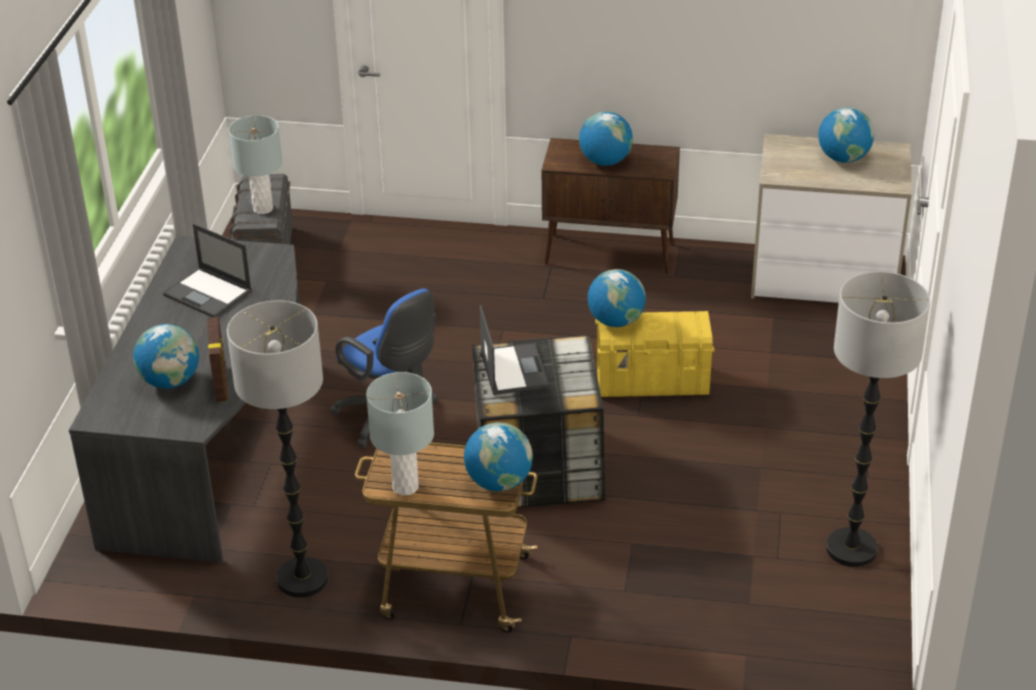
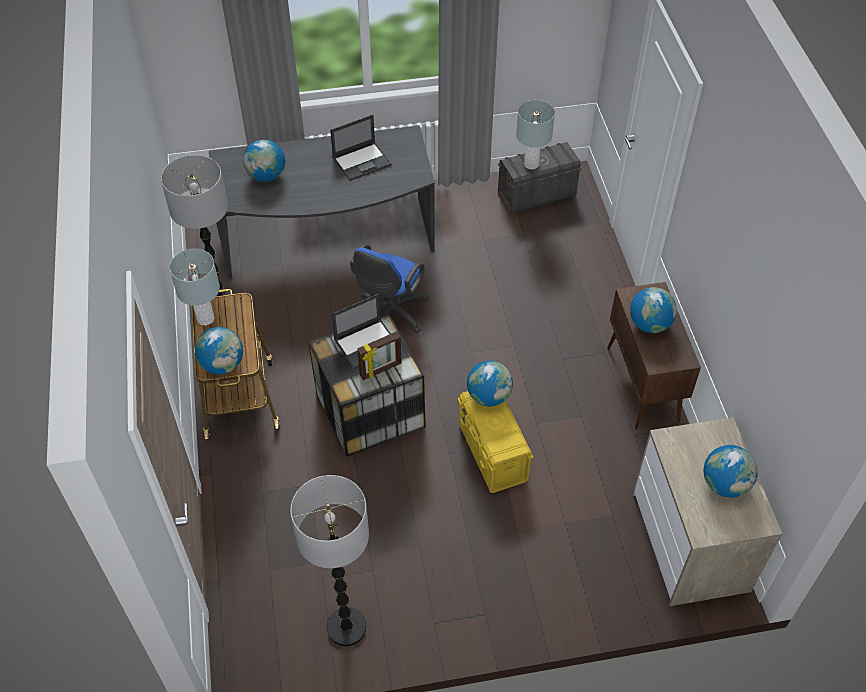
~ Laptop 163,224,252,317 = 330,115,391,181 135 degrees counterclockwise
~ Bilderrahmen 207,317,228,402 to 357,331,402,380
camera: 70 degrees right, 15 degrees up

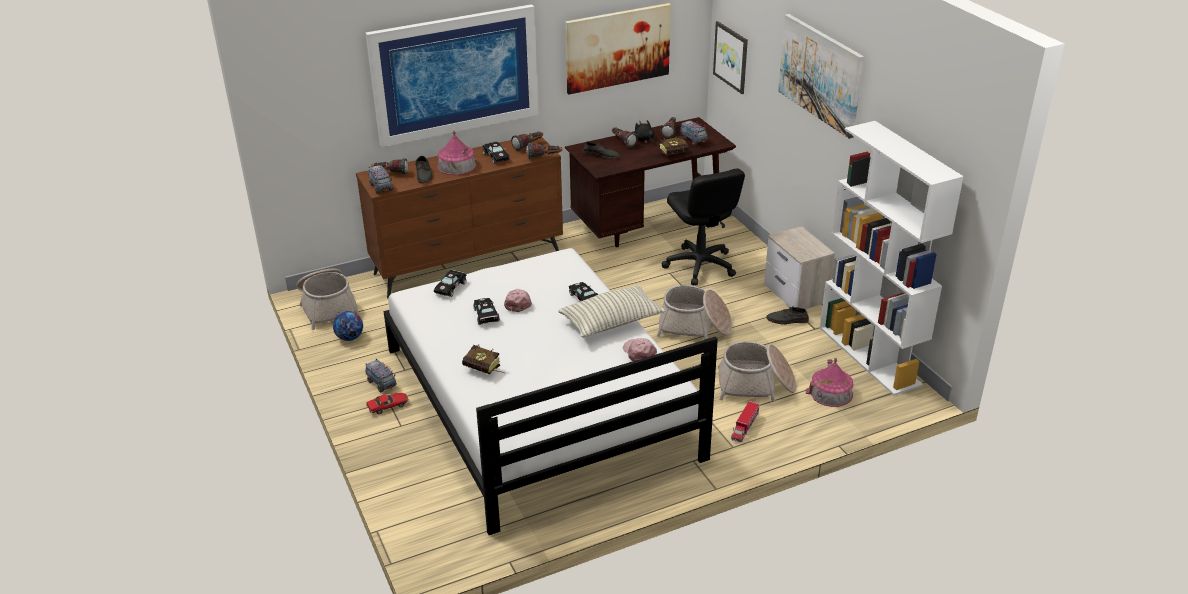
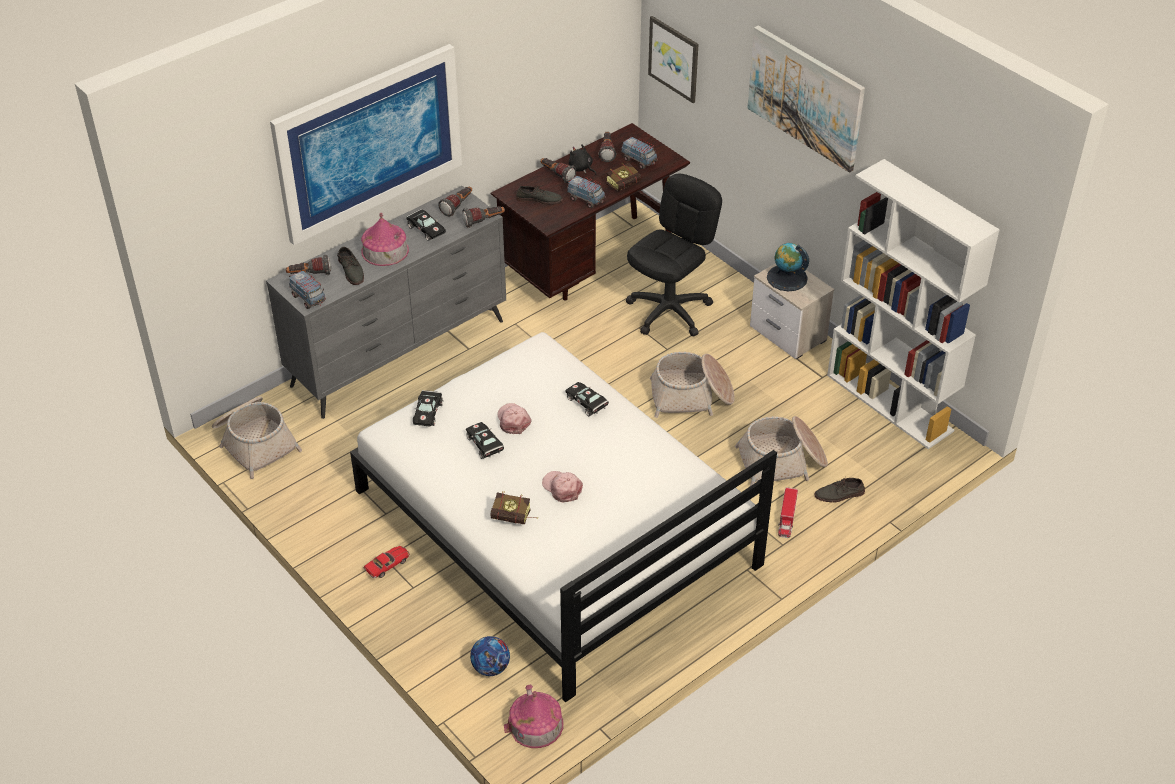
- Bild 565,3,671,94
~ Kommode [braun] 356,137,563,298 to Kommode [grau] 266,186,506,419
~ Bürostuhl [schwarz] 662,169,745,285 = 626,174,722,337 105 degrees counterclockwise
- Kissen 558,285,665,338
~ Schuh [grau] 766,307,809,325 to 814,478,865,503
~ Fußball 333,311,363,341 to 470,636,510,676
~ Kappe [rosa] 623,338,657,361 to 542,471,583,502
~ Spielzeughaus 806,358,853,407 to 504,684,563,748
~ Spielzeuglaster 365,359,397,392 to 567,175,606,208
+ Globus 767,243,809,291
camera: 15 degrees left, 10 degrees up

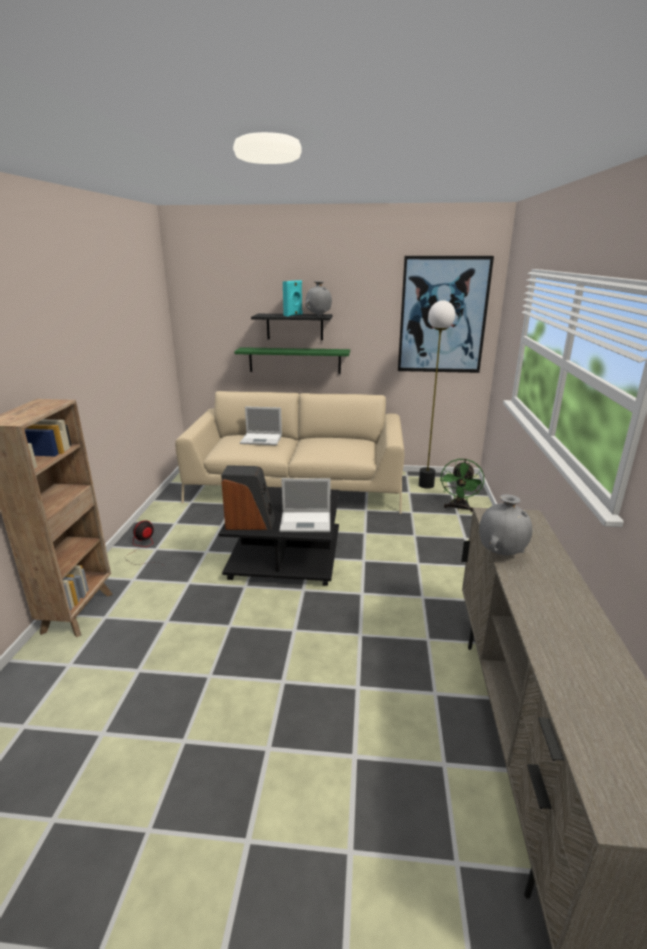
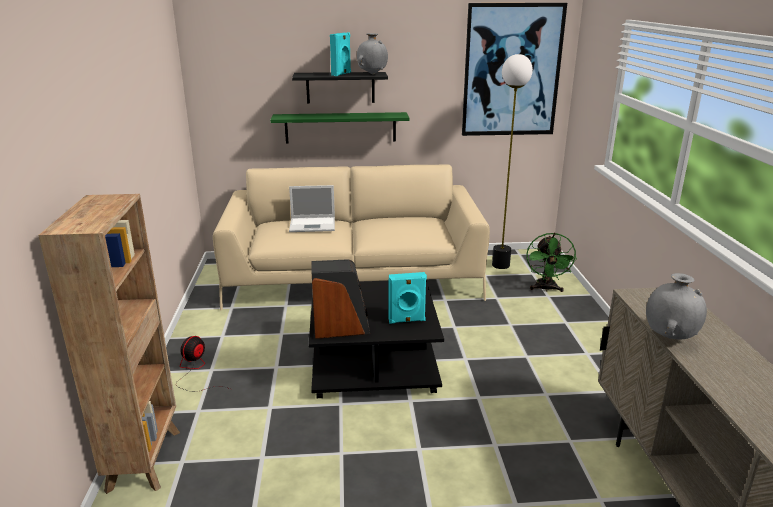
~ Laptop 279,478,330,532 to Lautsprecher [türkis] 389,272,427,324
camera: 10 degrees left, 0 degrees up

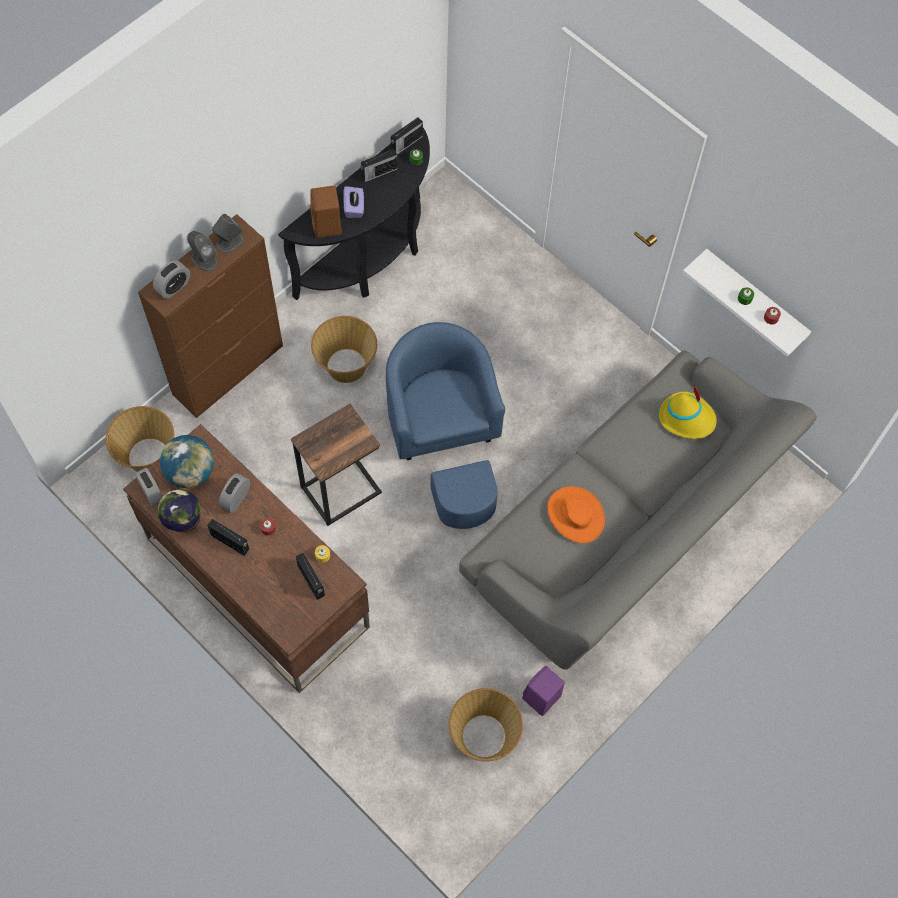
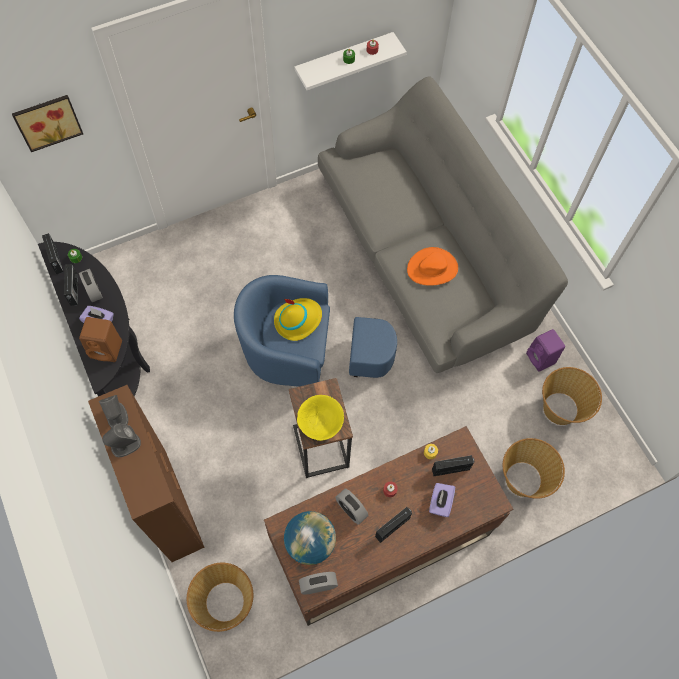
~ Wecker 153,260,190,298 to 79,269,103,302
~ Korb 311,316,377,383 to 503,438,565,499
~ Hut [gelb] 659,384,717,439 to 274,298,322,341
- Globus 157,489,201,532
+ Bild 12,95,83,152
+ Schüssel [gelb] 297,395,344,441
+ Taschentuchbox [lila] 429,483,455,517
camera: 70 degrees left, 0 degrees up

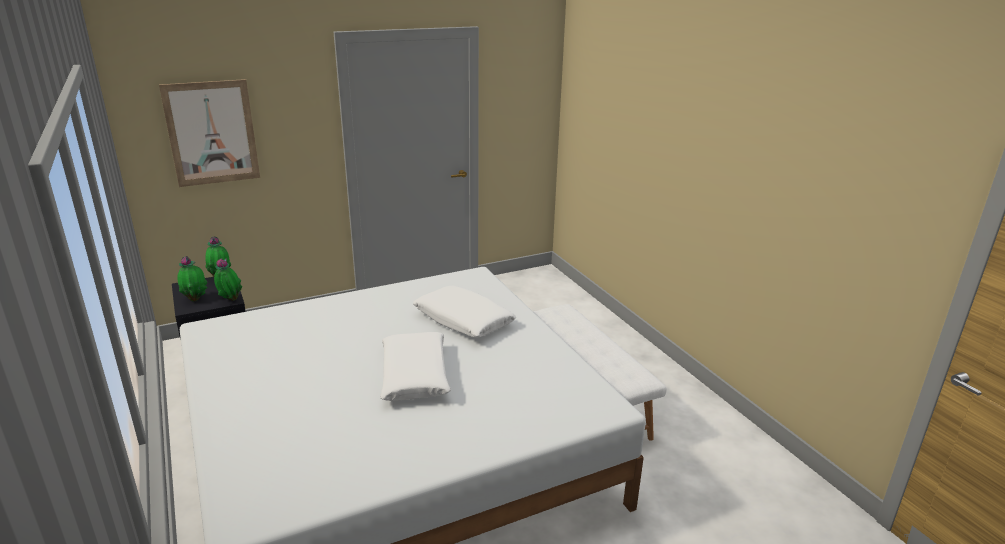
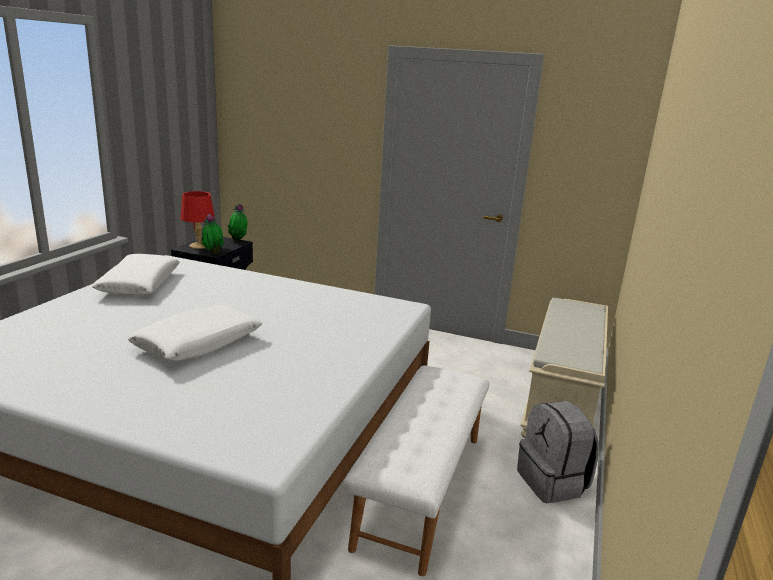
- Bild 159,79,260,187
~ Topfpflanze 178,256,207,301 to Tischlampe [rot] 181,191,215,249
~ Kissen [weiß] 413,286,516,338 to 91,254,180,295
+ Bank [beige] 520,298,608,439
+ Rucksack [grau] 517,401,599,503
camera: 45 degrees right, 5 degrees down

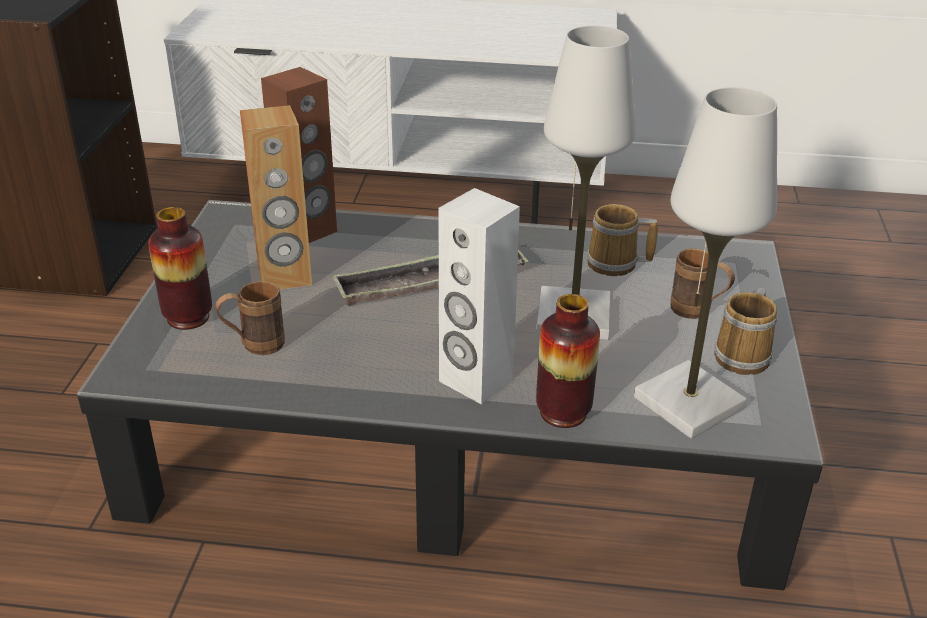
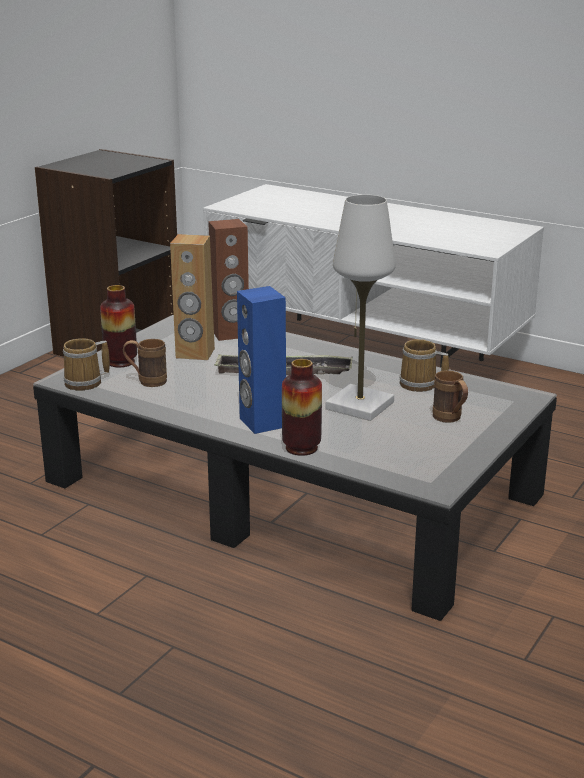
- Tischlampe [weiß] 634,87,777,439
~ Lautsprecher [weiß] 439,188,520,404 to Lautsprecher [blau] 237,286,286,434
~ Henkelbecher 714,288,778,375 to 63,338,110,391
camera: 25 degrees right, 10 degrees down

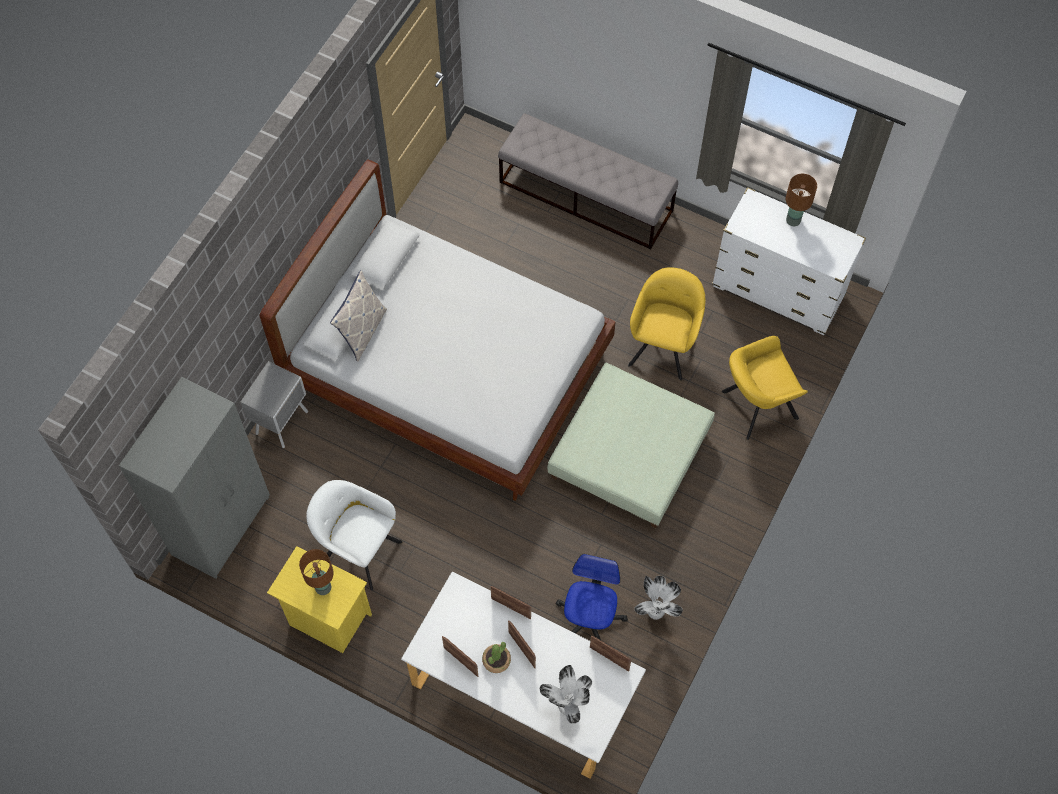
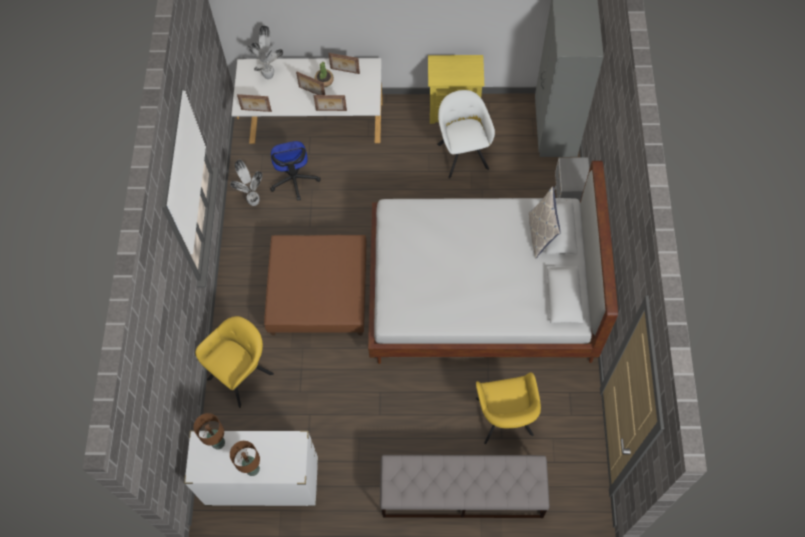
~ Sessel [gelb] 628,267,706,381 to 476,372,541,444
~ Polsterhocker [grün] 547,363,715,528 to Polsterhocker [braun] 264,235,366,336
~ Sessel [weiß] 306,480,403,591 = 437,90,495,179 105 degrees counterclockwise
~ Tischlampe [braun] 299,549,334,595 to 194,413,225,449
camera: 155 degrees right, 0 degrees up

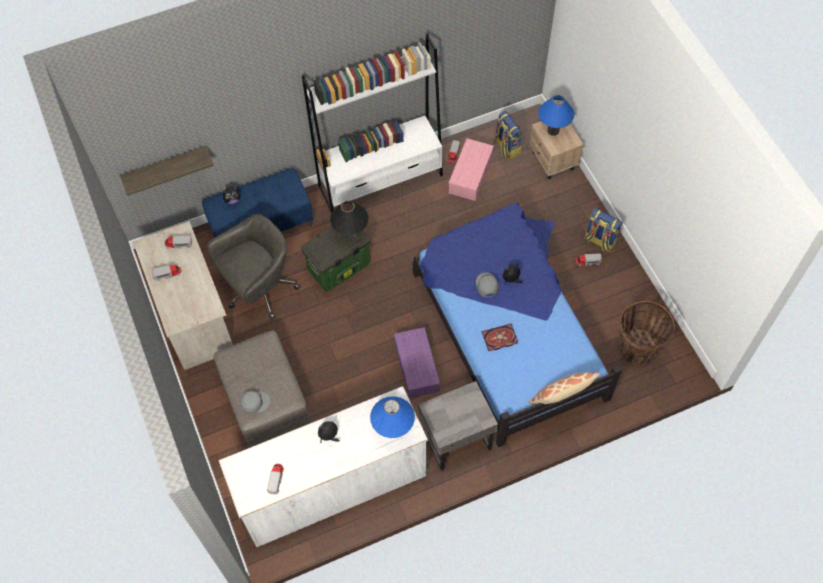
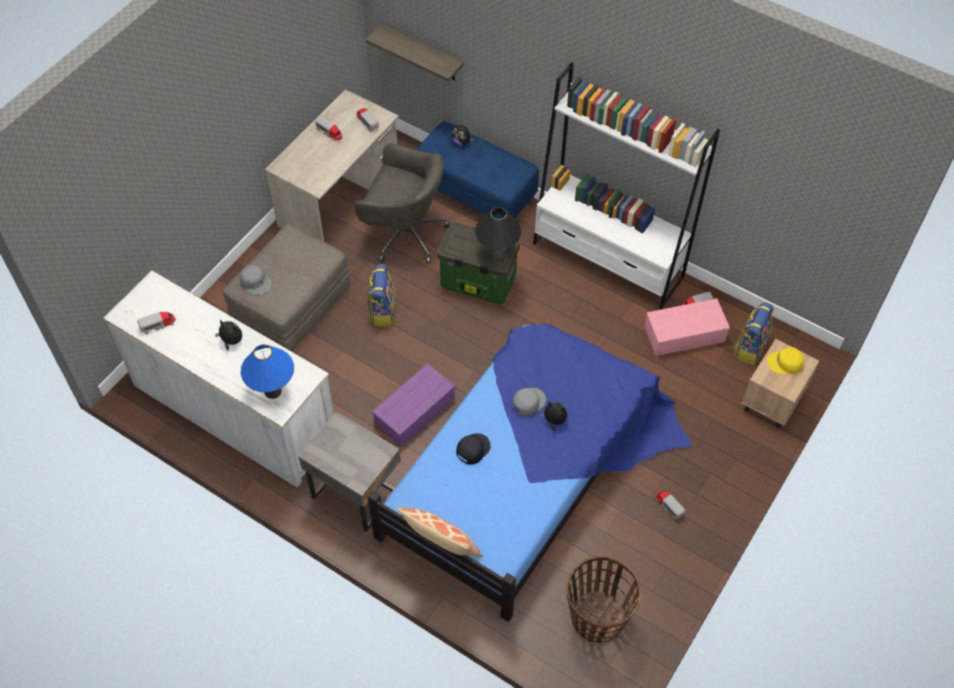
~ Tischlampe [blau] 538,95,574,136 to Kappe [gelb] 767,347,804,374
~ Rucksack 584,208,623,252 to 367,264,396,327
~ Buch 482,324,518,351 to Kappe [schwarz] 456,433,491,465
camera: 55 degrees right, 5 degrees down

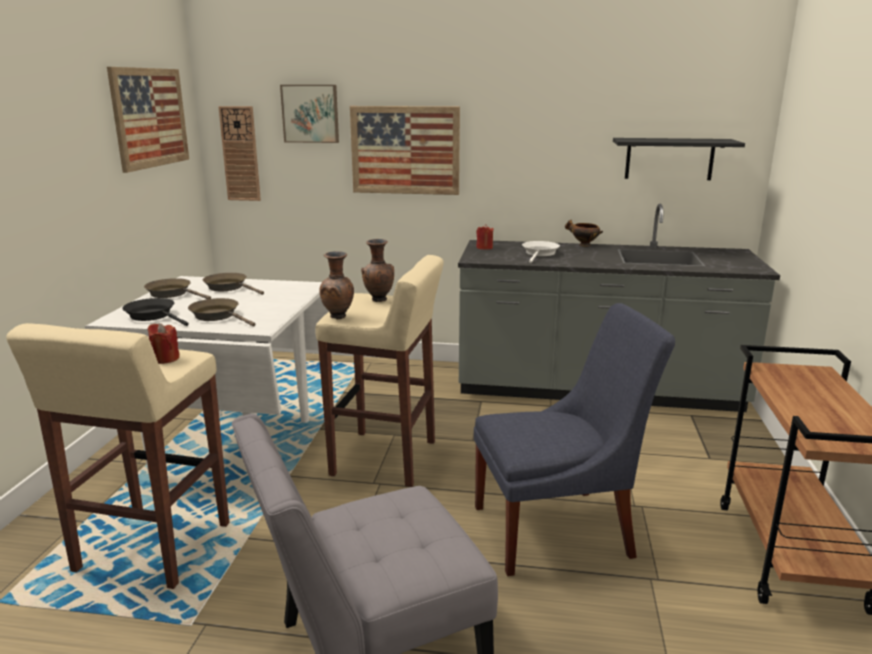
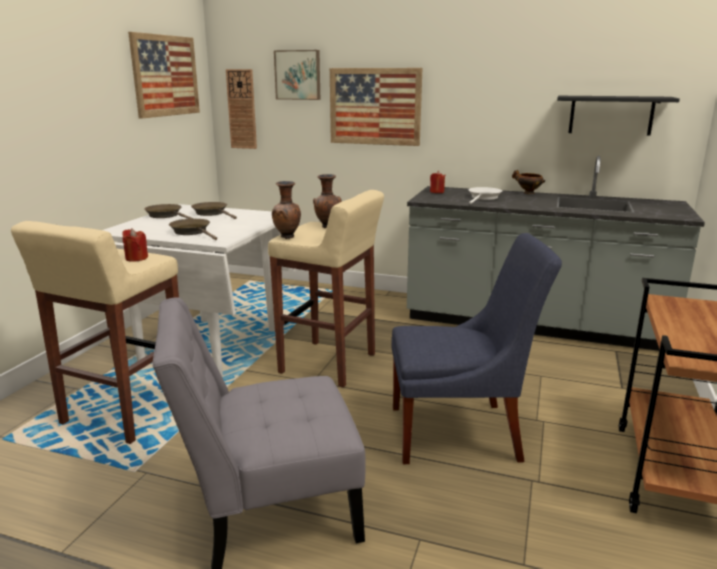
- Pfanne [schwarz] 122,298,189,326
camera: 10 degrees right, 0 degrees up

